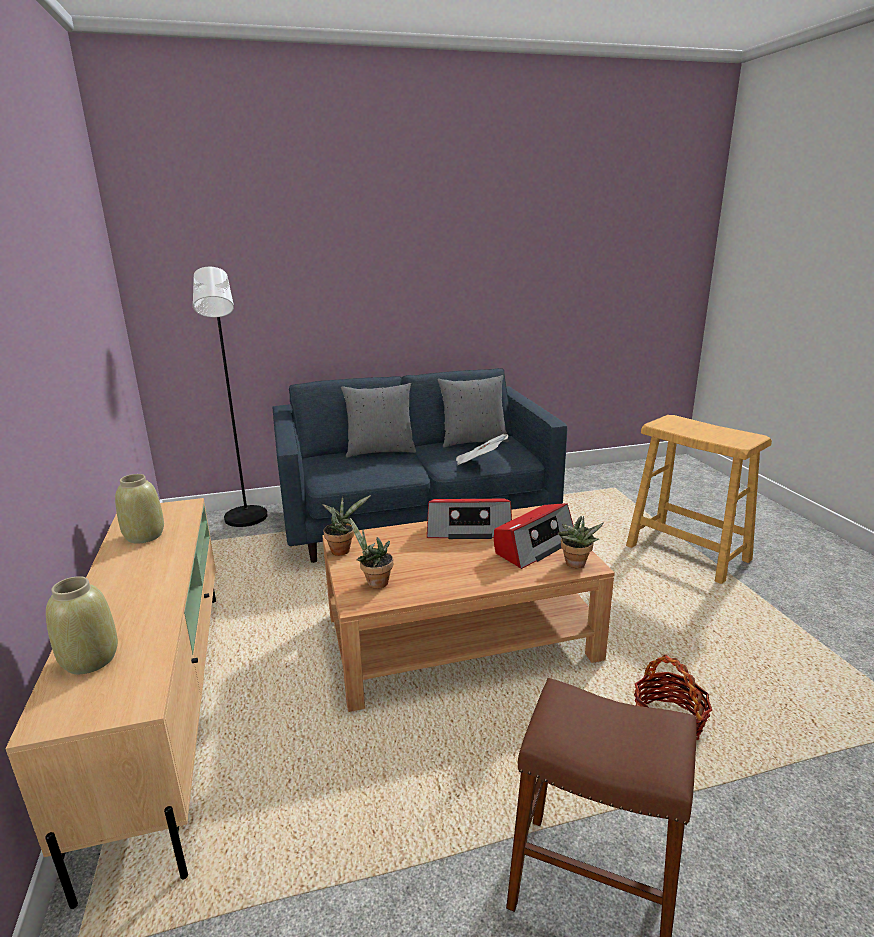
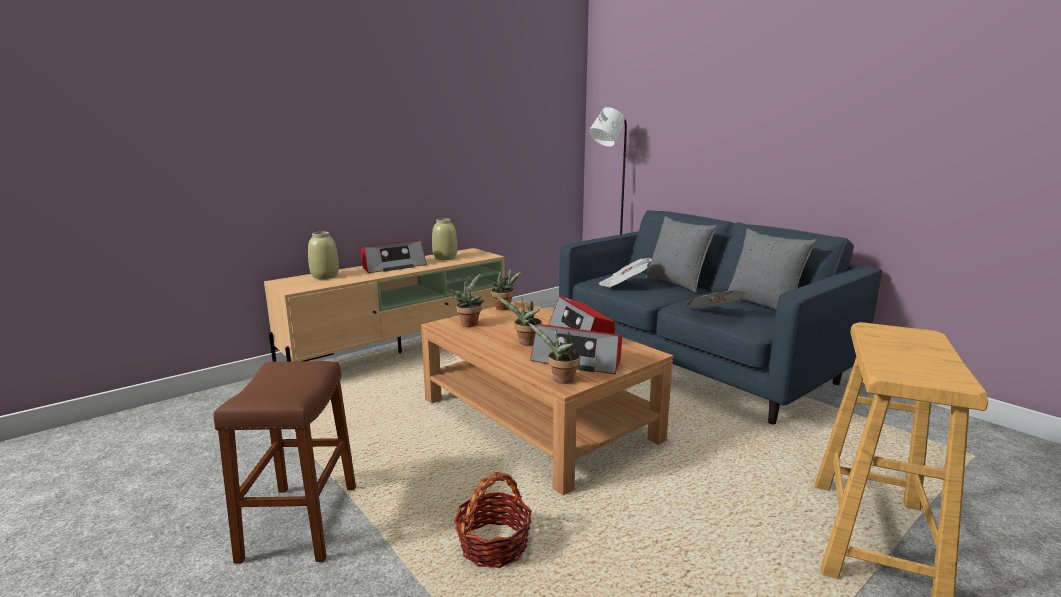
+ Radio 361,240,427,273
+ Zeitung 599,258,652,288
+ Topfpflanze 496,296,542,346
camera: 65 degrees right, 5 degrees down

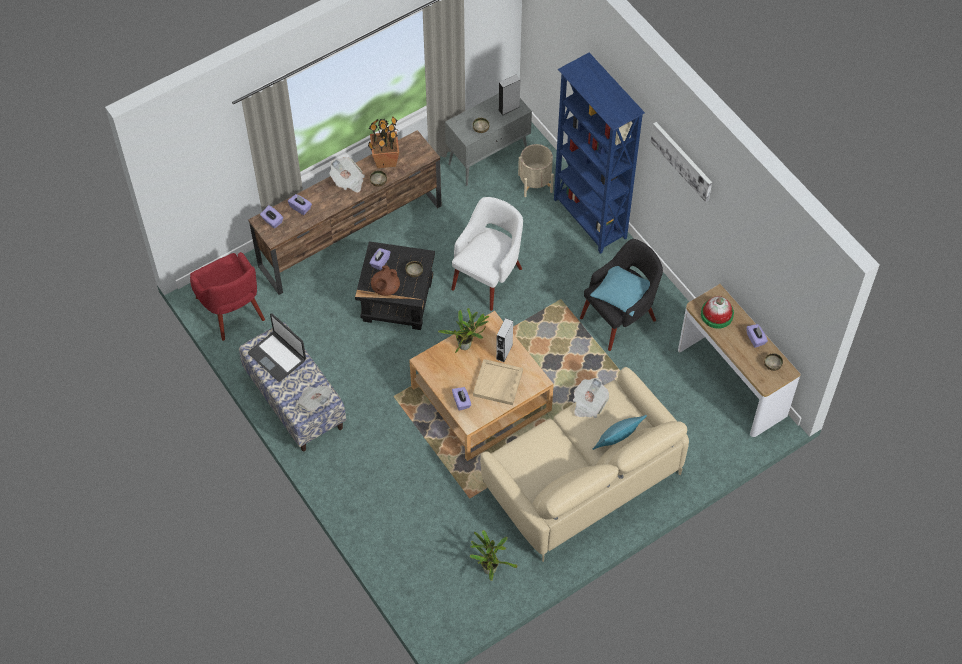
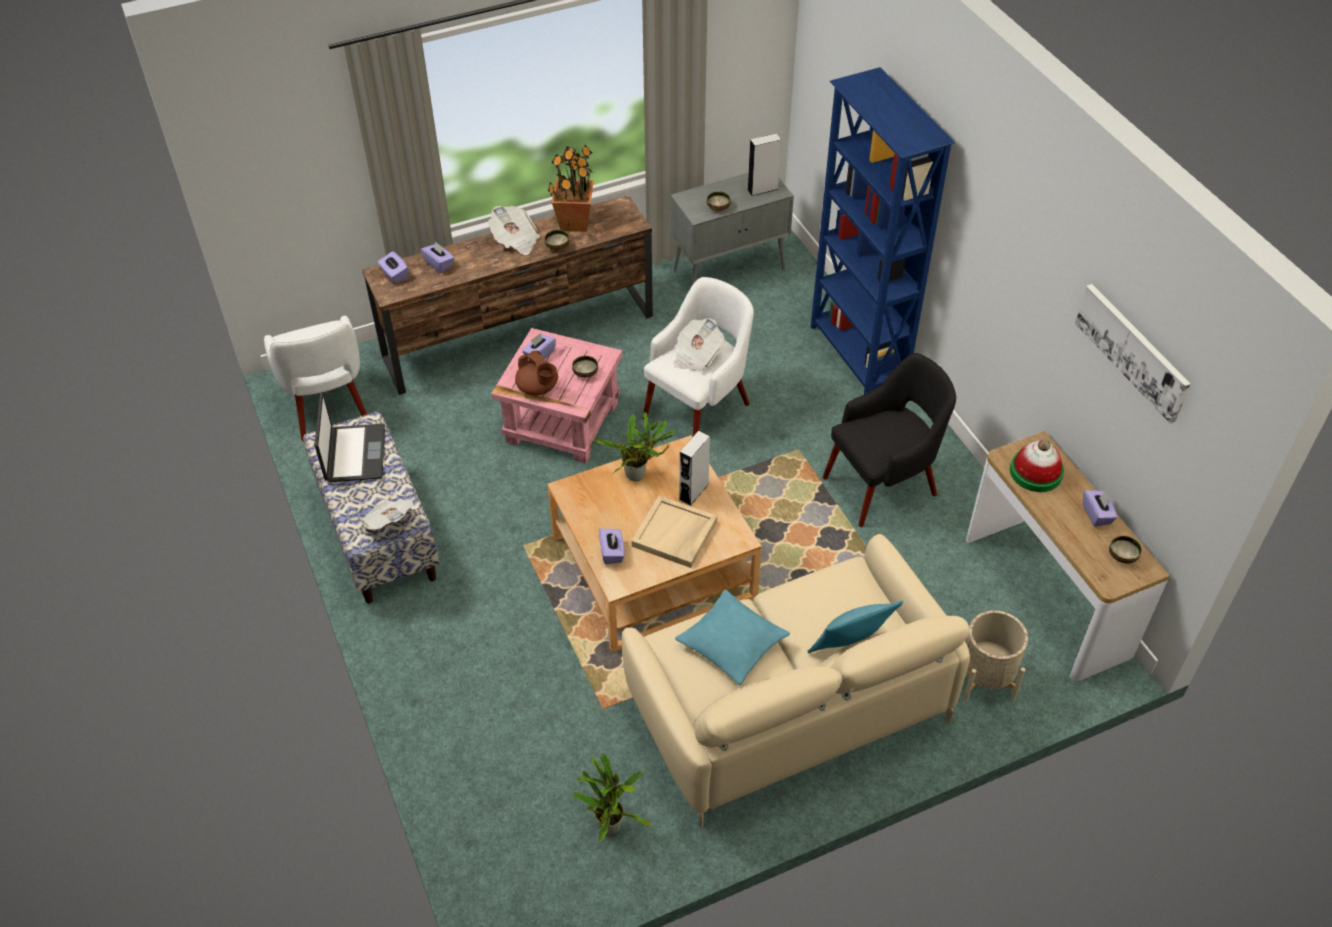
~ Bild 651,122,712,202 to 1075,284,1191,424
~ Pflanzkübel [beige] 518,144,554,197 to 963,610,1028,701
~ Beistelltisch [schwarz] 355,241,435,330 to Beistelltisch [rosa] 491,328,622,464
~ Sessel [rot] 190,252,265,341 to Sessel [weiß] 264,315,367,441
~ Teekanne [braun] 371,265,400,296 = 515,351,558,395 75 degrees counterclockwise
~ Kissen [türkis] 590,266,650,316 to 675,589,790,685
~ Laptop 248,313,306,382 = 315,392,385,482 150 degrees counterclockwise
~ Zeitung 573,378,609,418 to 673,318,724,372
camera: 10 degrees right, 10 degrees down

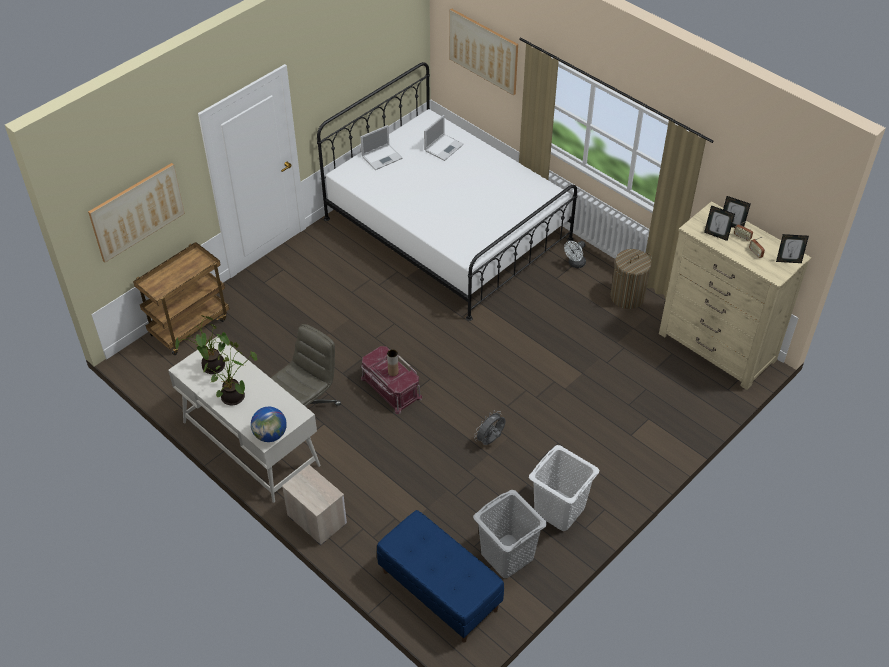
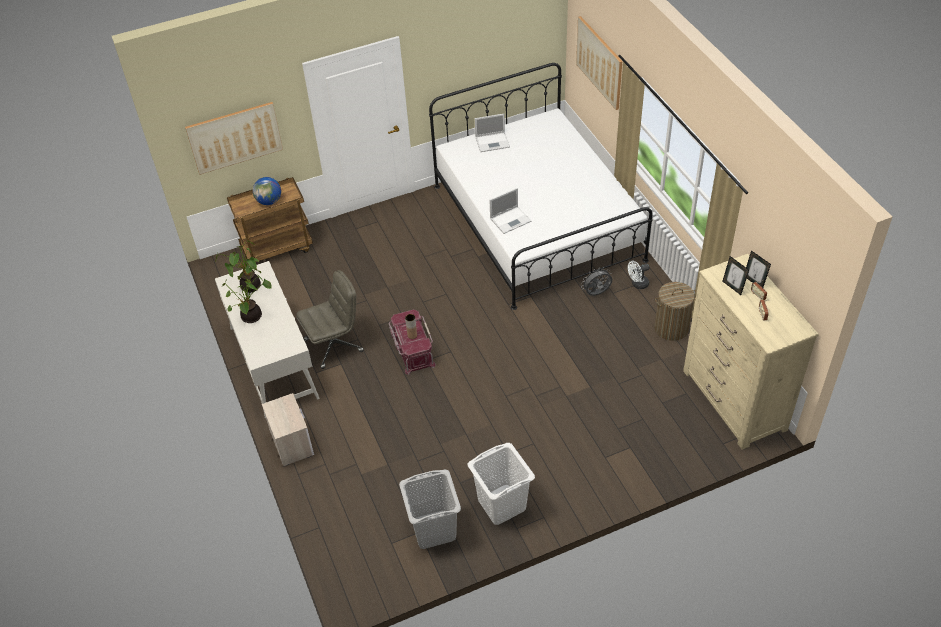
~ Laptop 424,115,464,161 to 489,188,531,234
- Bilderrahmen 776,234,809,263
~ Globus 251,407,287,442 to 253,177,281,205
~ Ventilator [grau] 474,411,506,445 to 581,267,612,296
- Bank [blau] 377,510,504,643
camera: 25 degrees right, 0 degrees up

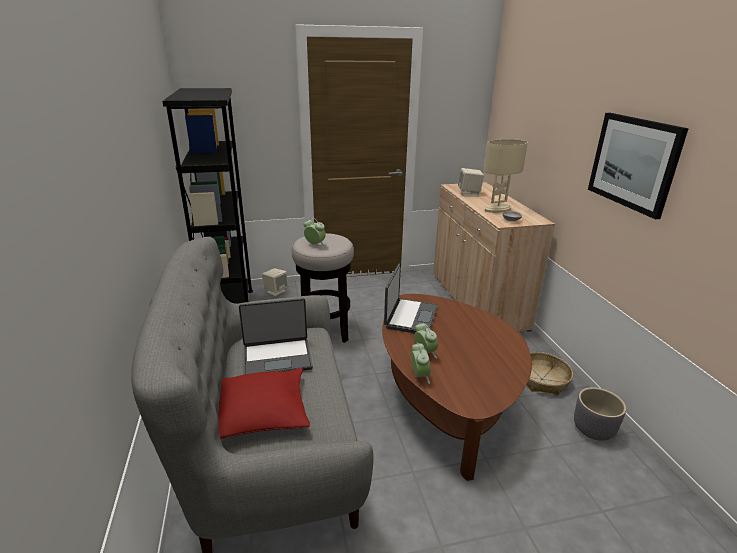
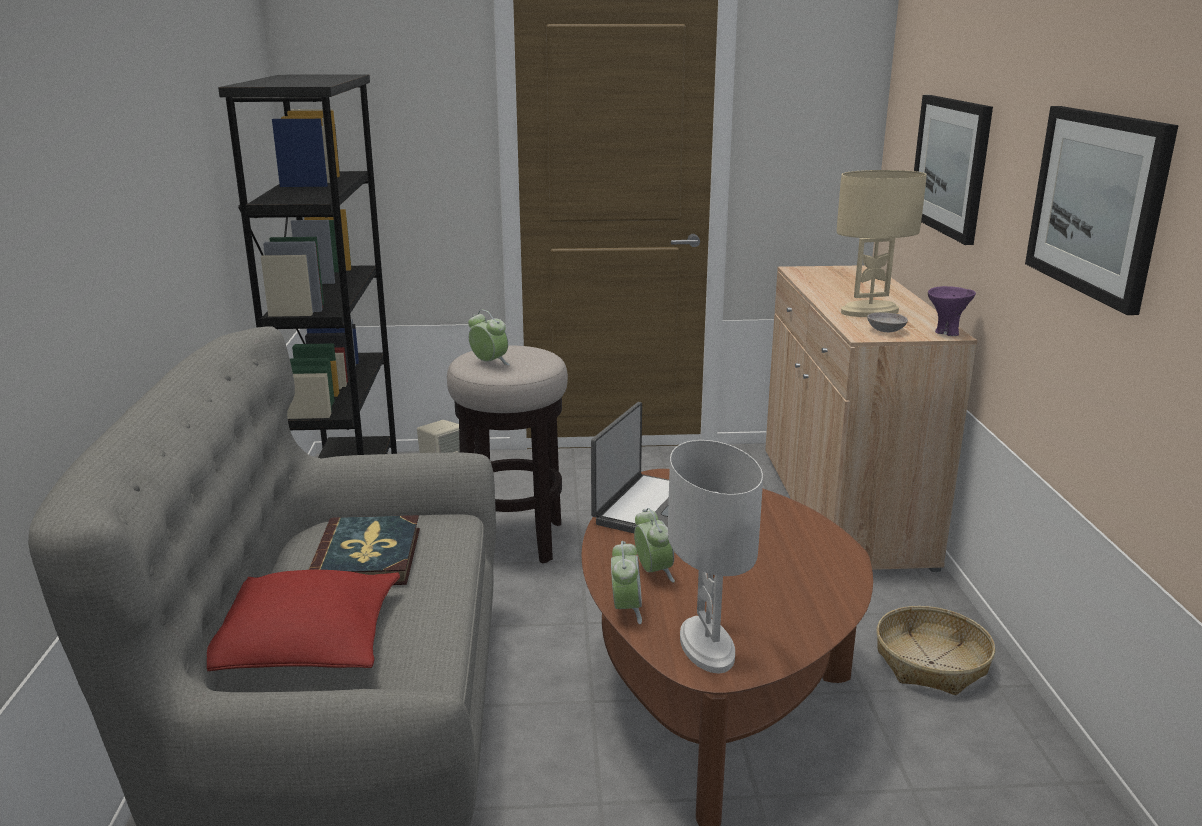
- Lautsprecher [beige] 458,168,484,196
~ Laptop 239,298,313,375 to Buch 309,515,420,585
- Pflanzkübel [grau] 574,387,626,441
+ Bild 914,95,993,245
+ Schüssel [lila] 928,286,976,336
+ Tischlampe [weiß] 668,440,763,673
camera: 10 degrees right, 5 degrees down

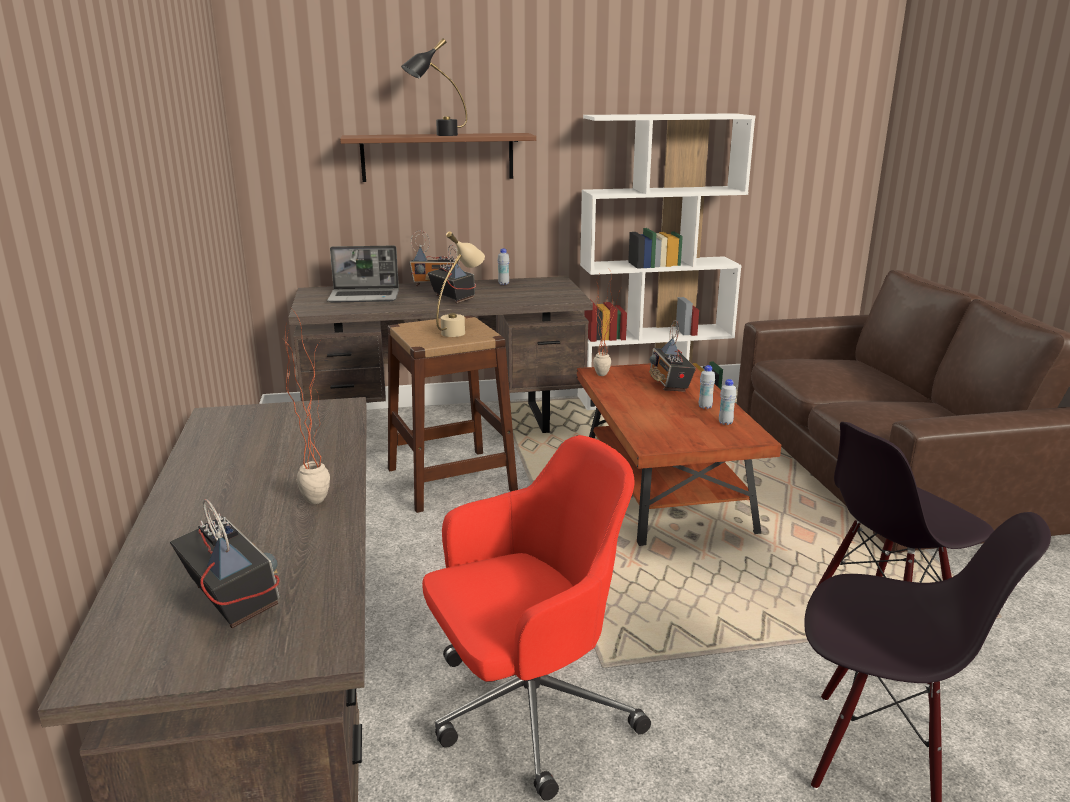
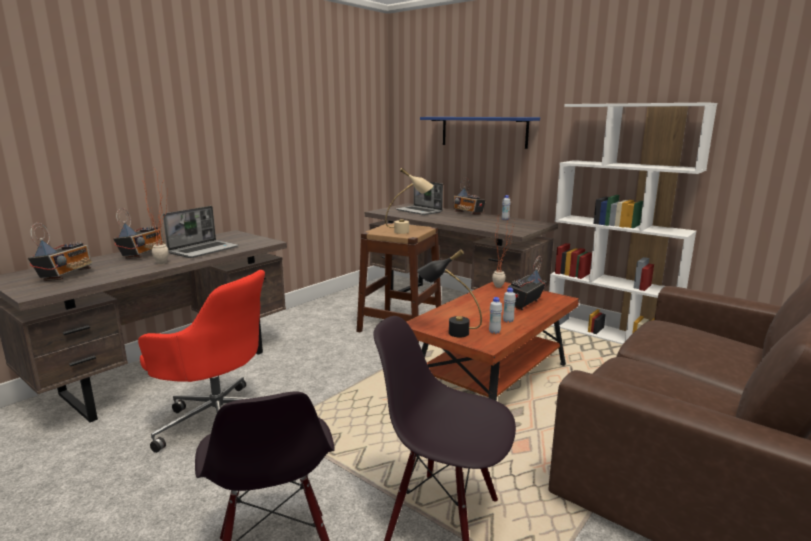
~ Tischlampe [schwarz] 401,38,467,136 to 417,249,482,338
~ Wandregal [braun] 340,133,536,182 to Wandregal [blau] 420,117,540,149
~ Radio 428,245,476,304 to 113,208,165,259
+ Laptop 163,206,239,258
camera: 50 degrees right, 5 degrees down

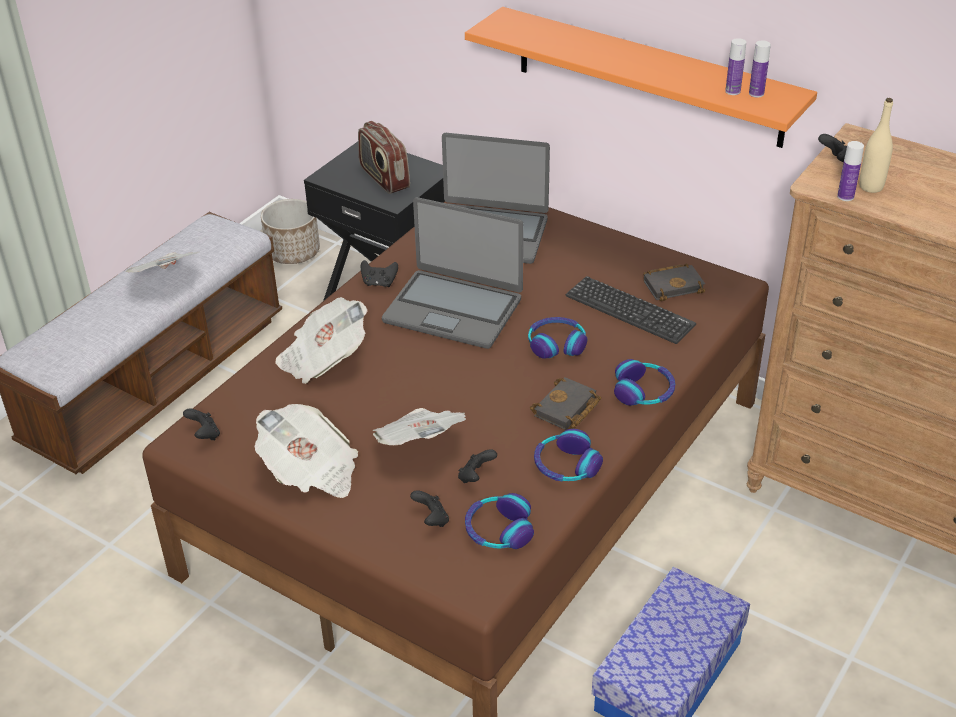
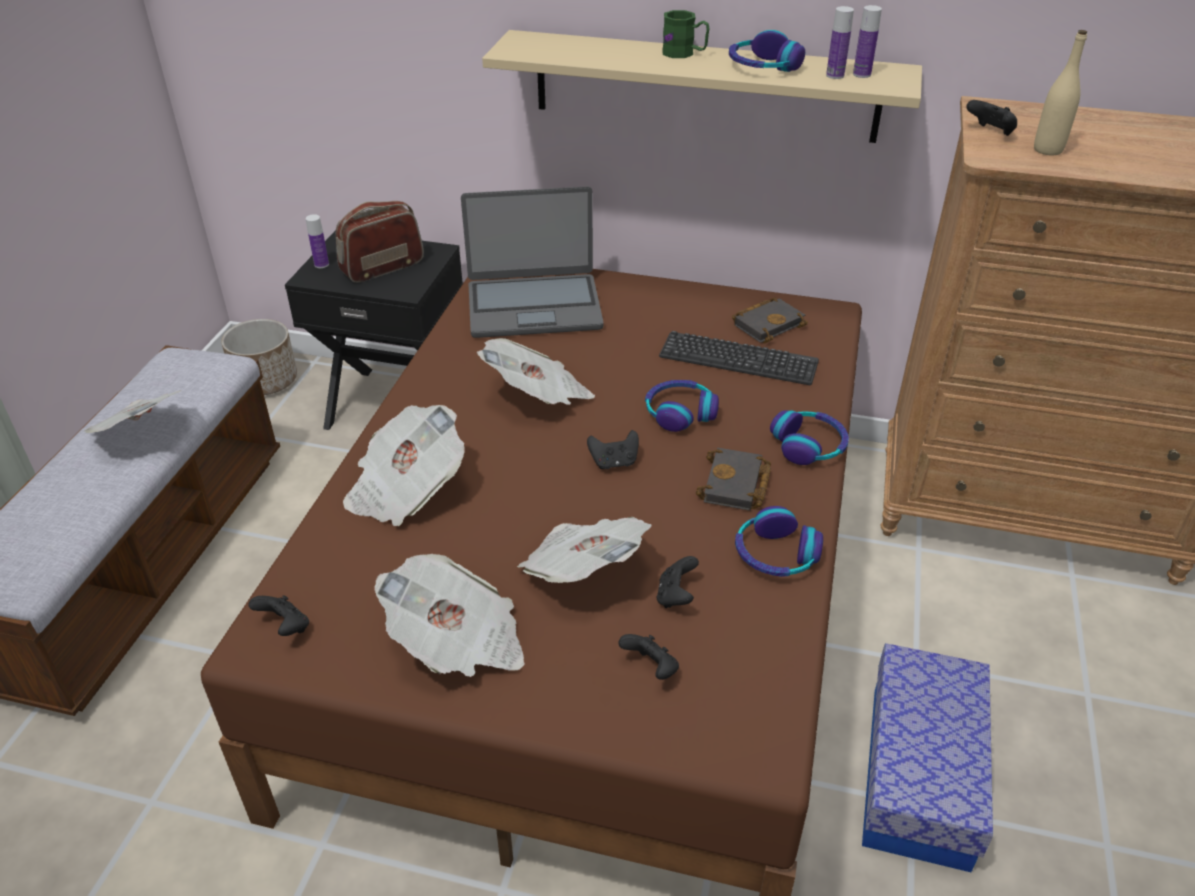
~ Wandregal [orange] 465,7,817,148 to Wandregal [beige] 482,30,922,143
~ Radio 358,121,410,194 = 336,201,424,283 105 degrees clockwise
~ Flasche 837,141,864,201 to 306,214,329,268
~ Laptop 382,197,523,349 to Zeitung 477,338,595,405
~ Gamepad [schwarz] 361,260,398,287 to 587,430,639,469
~ Kopfhörer 465,493,534,549 to 729,30,805,72
+ Henkelbecher [grün] 662,10,710,58
camera: 20 degrees left, 0 degrees up

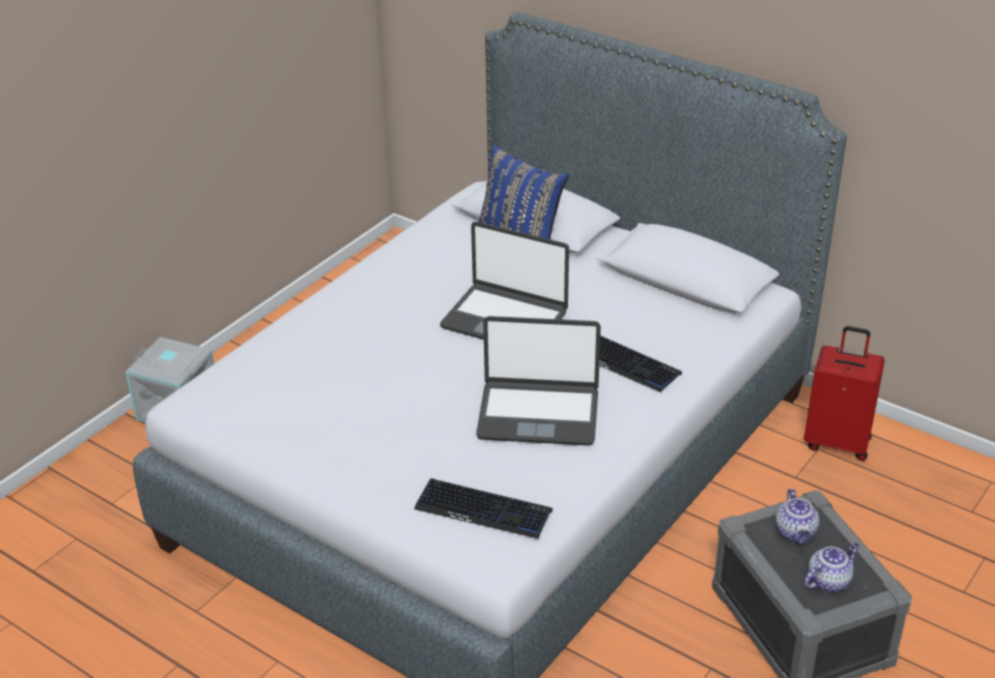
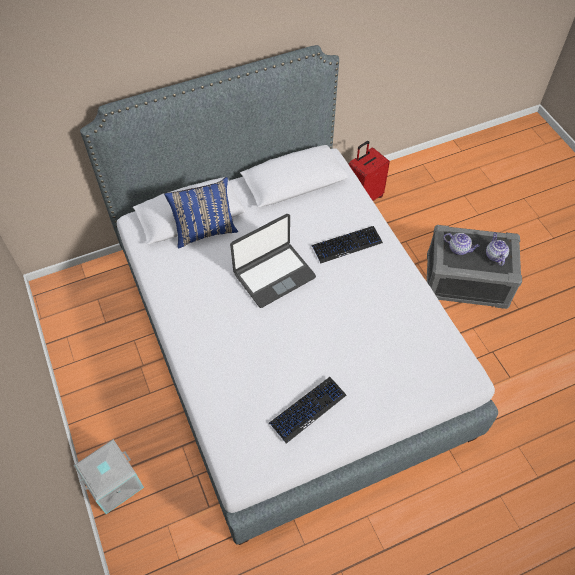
- Laptop 476,316,601,446
~ Tastatur 414,478,552,539 to 269,377,347,444
camera: 60 degrees left, 20 degrees up

